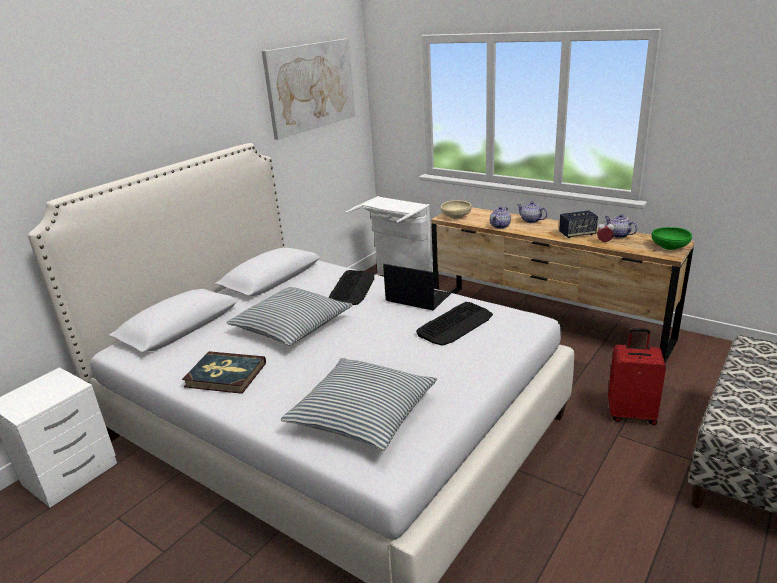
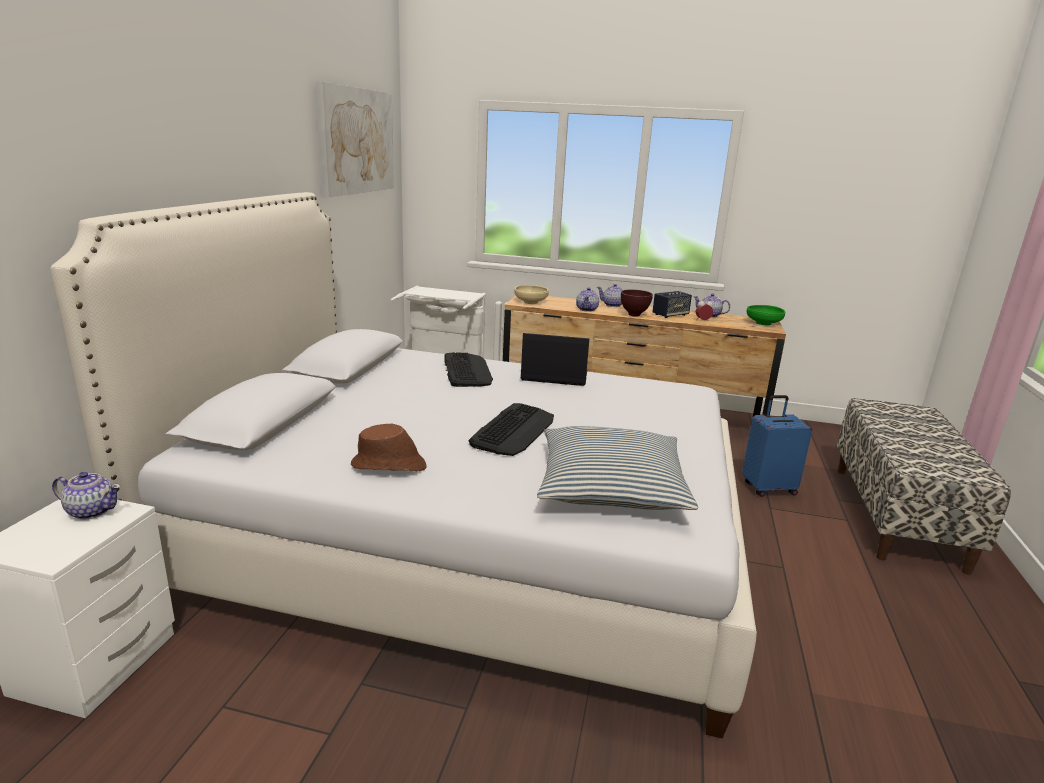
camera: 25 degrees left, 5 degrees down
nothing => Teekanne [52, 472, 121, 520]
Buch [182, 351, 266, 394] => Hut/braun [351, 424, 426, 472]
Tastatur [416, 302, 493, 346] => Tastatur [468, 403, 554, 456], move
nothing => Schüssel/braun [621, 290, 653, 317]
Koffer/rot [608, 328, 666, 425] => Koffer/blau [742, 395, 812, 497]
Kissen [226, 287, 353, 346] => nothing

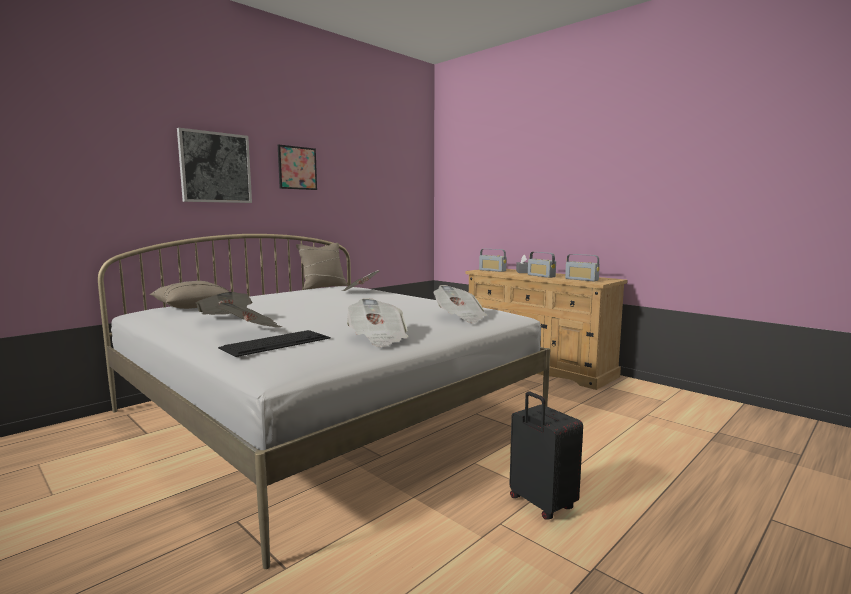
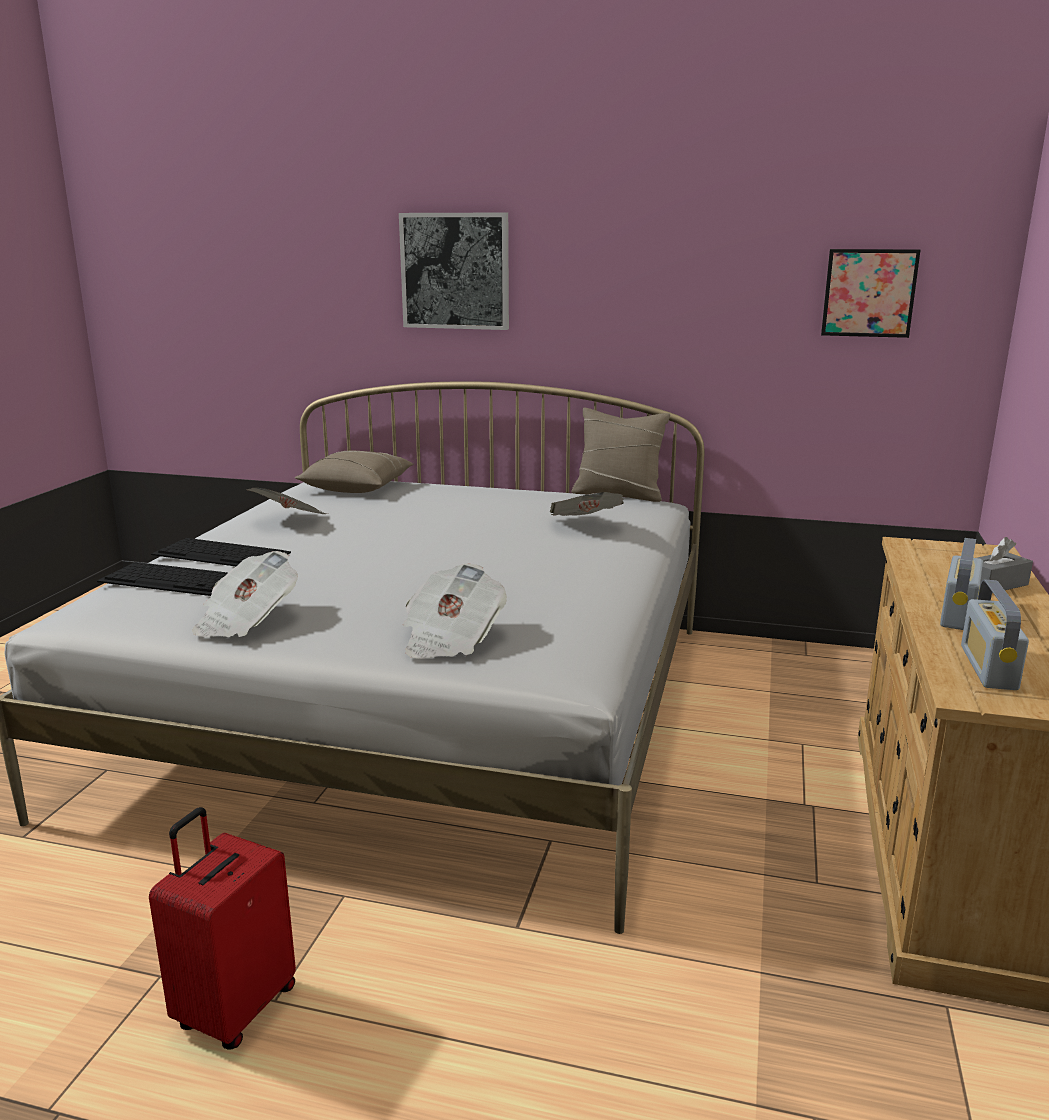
camera: 60 degrees right, 10 degrees up
Koffer/schwarz [510, 391, 583, 519] => Koffer/rot [149, 807, 296, 1050]
Zeitung [215, 303, 282, 327] => Tastatur [151, 538, 291, 566]
Bild [278, 144, 317, 190] => Bild [821, 249, 920, 338], move
Radio [479, 249, 507, 272] => nothing

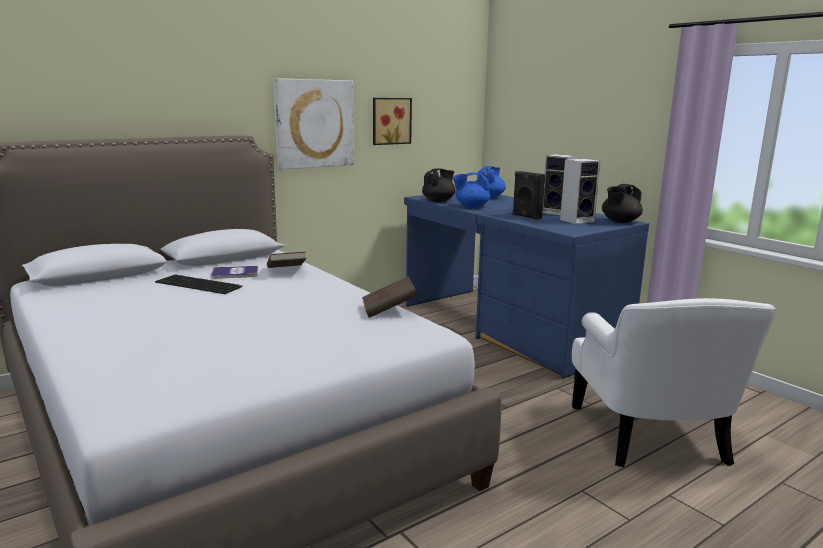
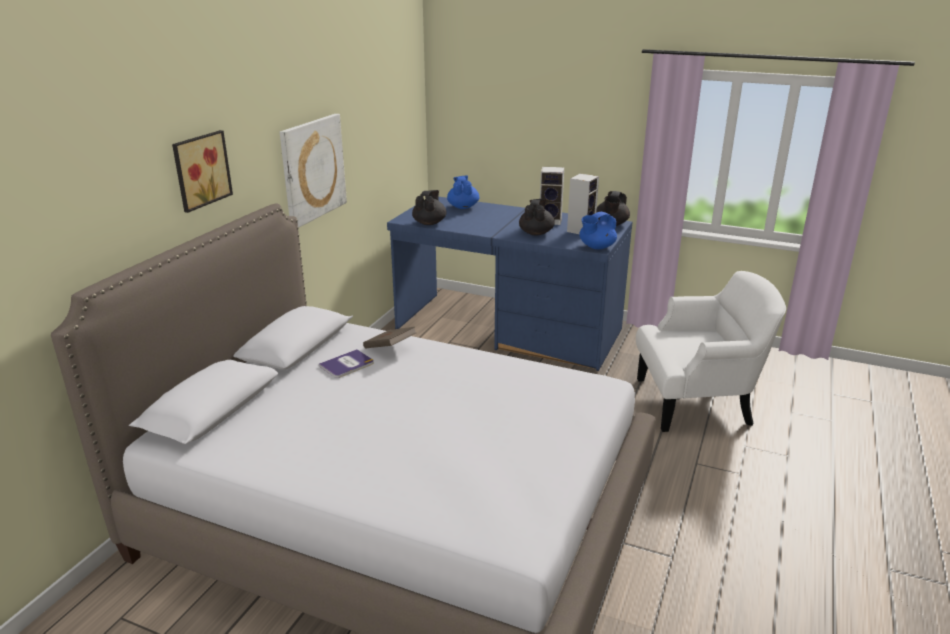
camera: 30 degrees left, 10 degrees up
Bild [373, 98, 412, 145] => Bild [172, 130, 233, 213], move
Lautsprecher/schwarz [512, 171, 545, 220] => Teekanne/schwarz [519, 199, 555, 235]
Teekanne/blau [453, 172, 490, 208] => Teekanne/blau [579, 212, 617, 249], move
Sessel/weiß [572, 298, 776, 467] => Sessel/weiß [636, 271, 786, 432], 60 degrees counterclockwise
Tastatur [155, 274, 243, 294] => nothing
Buch/braun [362, 276, 418, 318] => nothing

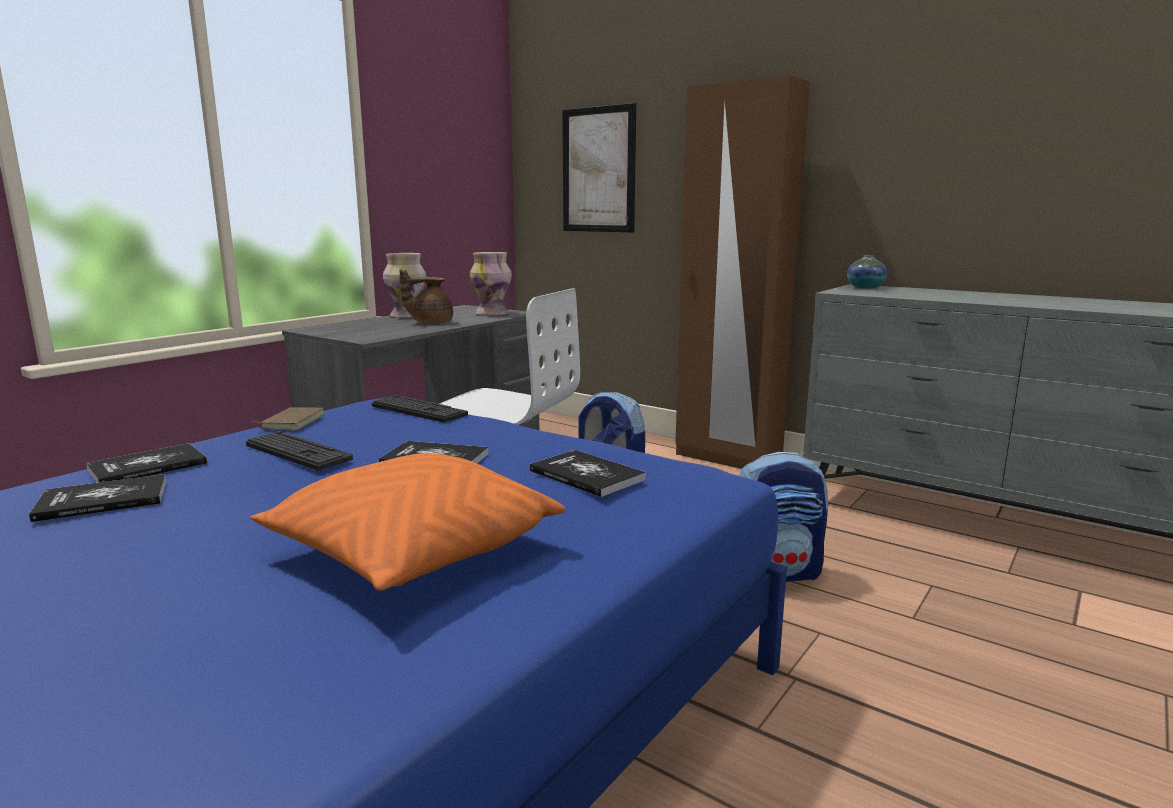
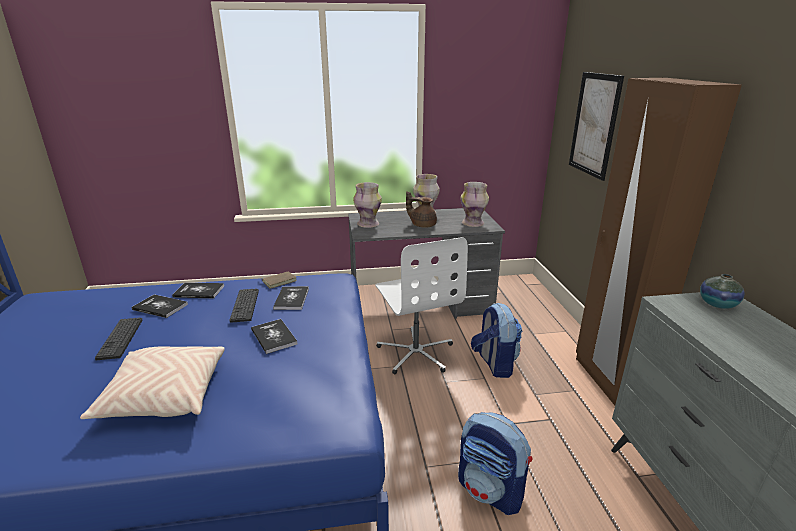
camera: 45 degrees right, 10 degrees up
Kissen/orange [250, 453, 566, 591] => Kissen/beige [80, 346, 225, 419]
Tastatur [372, 395, 468, 423] => Tastatur [95, 318, 143, 360], move
Buch [530, 450, 646, 497] => Buch [273, 286, 309, 310], move
nothing => Vase [353, 182, 382, 228]

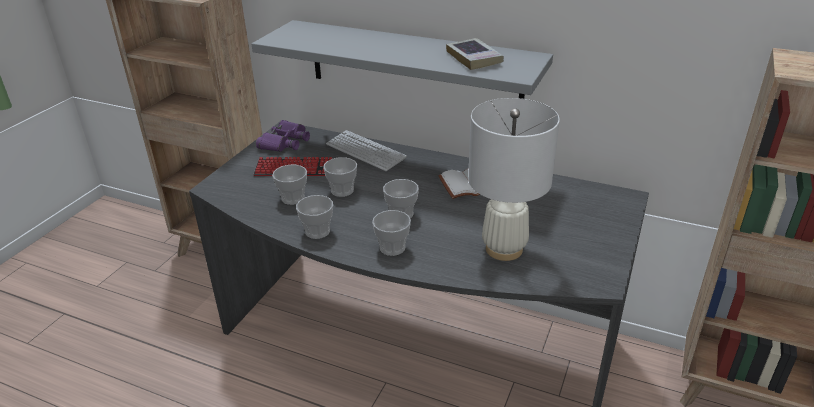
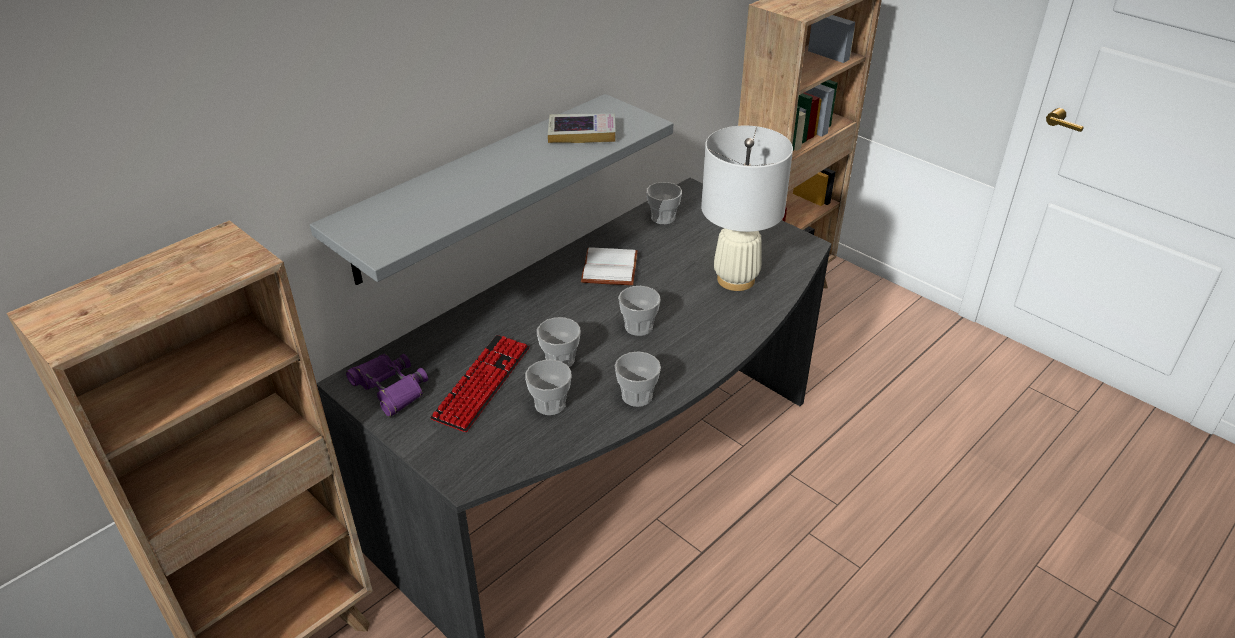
camera: 70 degrees left, 5 degrees up
Tasse [372, 210, 411, 256] => Tasse [646, 182, 682, 224], move
Tastatur [326, 130, 407, 171] => nothing

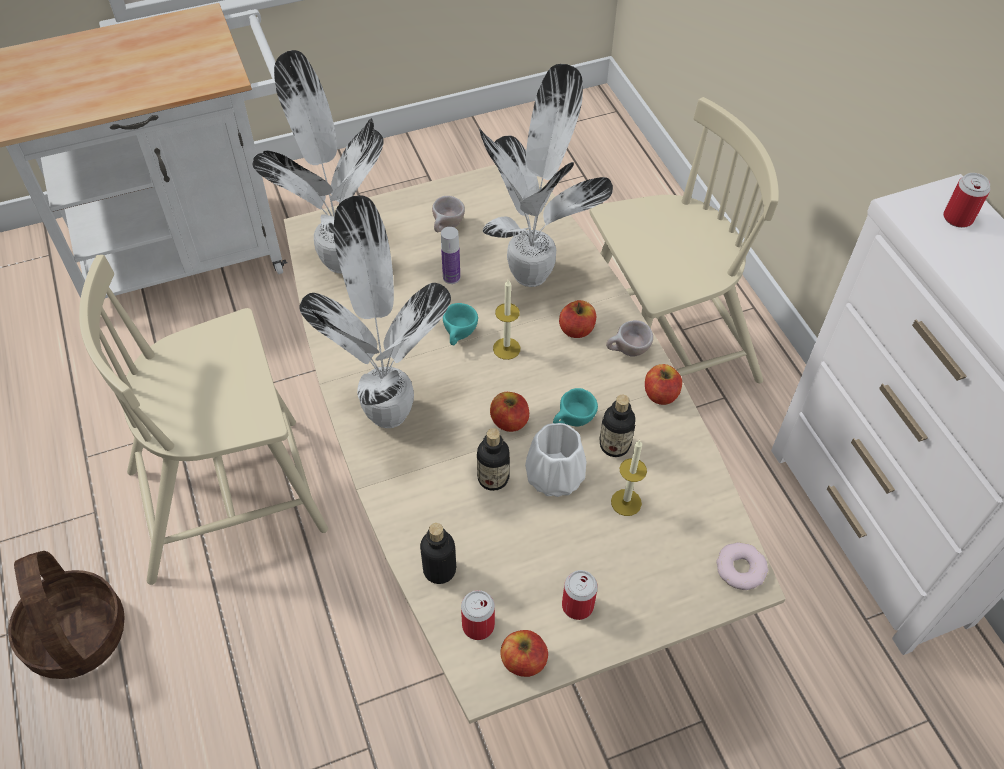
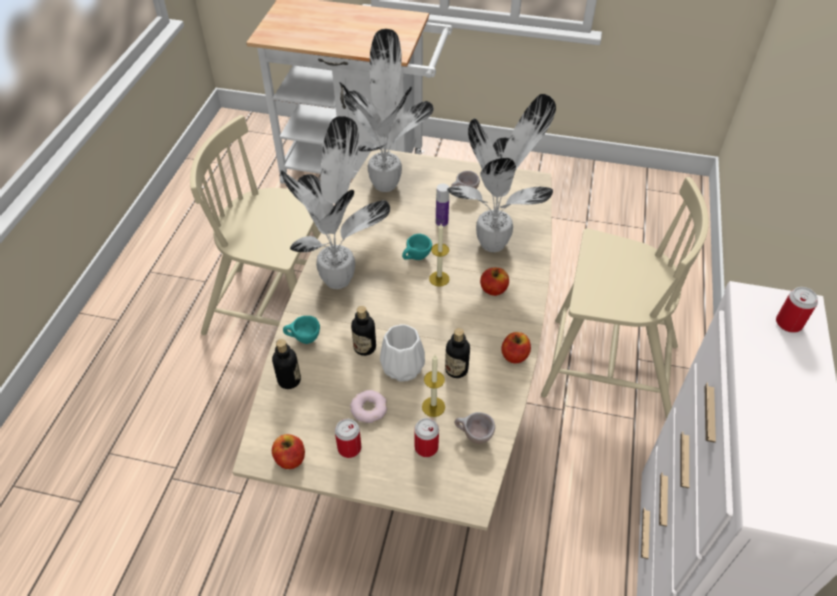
camera: 35 degrees right, 5 degrees down
Tasse/türkis [553, 388, 598, 427] => Tasse/türkis [283, 316, 320, 344], move
Donut [716, 542, 768, 590] => Donut [350, 390, 387, 423], move
Dose [461, 590, 495, 640] => Dose [414, 418, 439, 457], move
Tasse/beige [606, 320, 653, 357] => Tasse/beige [455, 412, 495, 444], move
Korb [8, 551, 125, 679] => nothing
Apfel [490, 392, 529, 432] => nothing

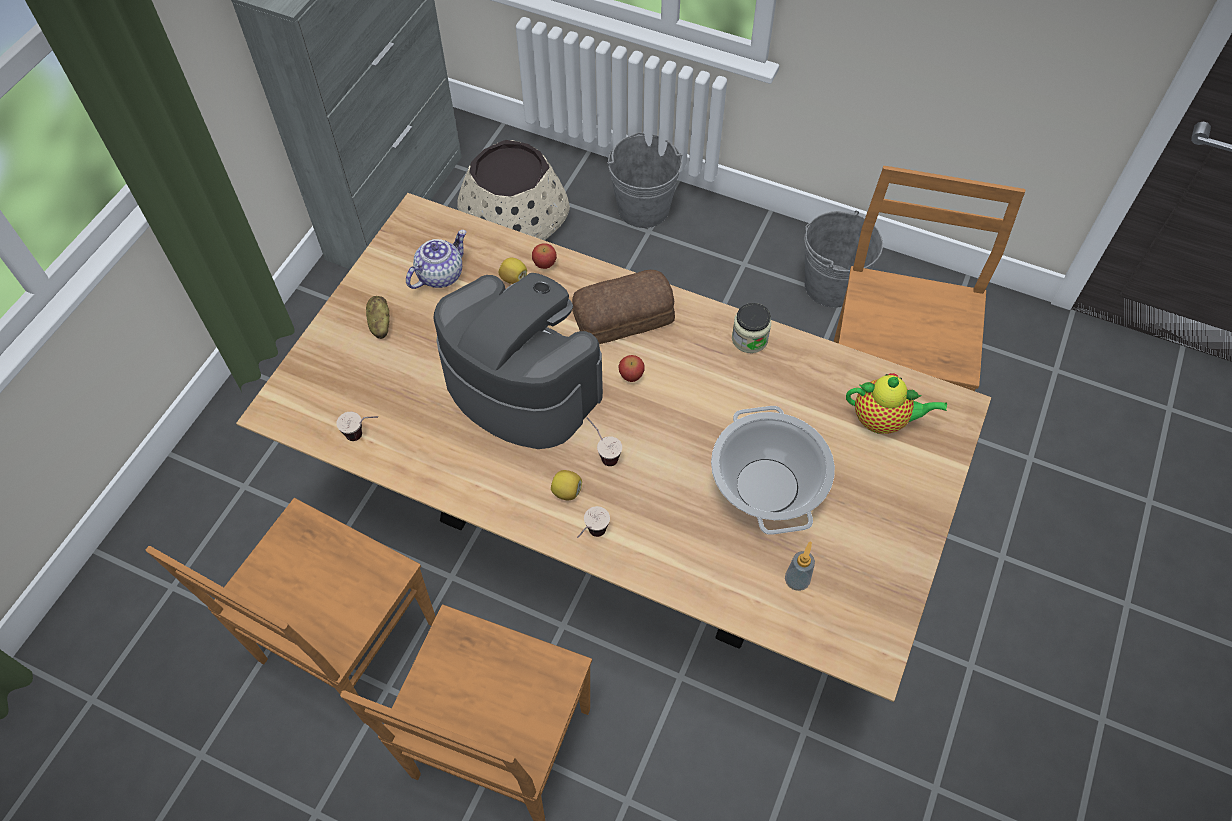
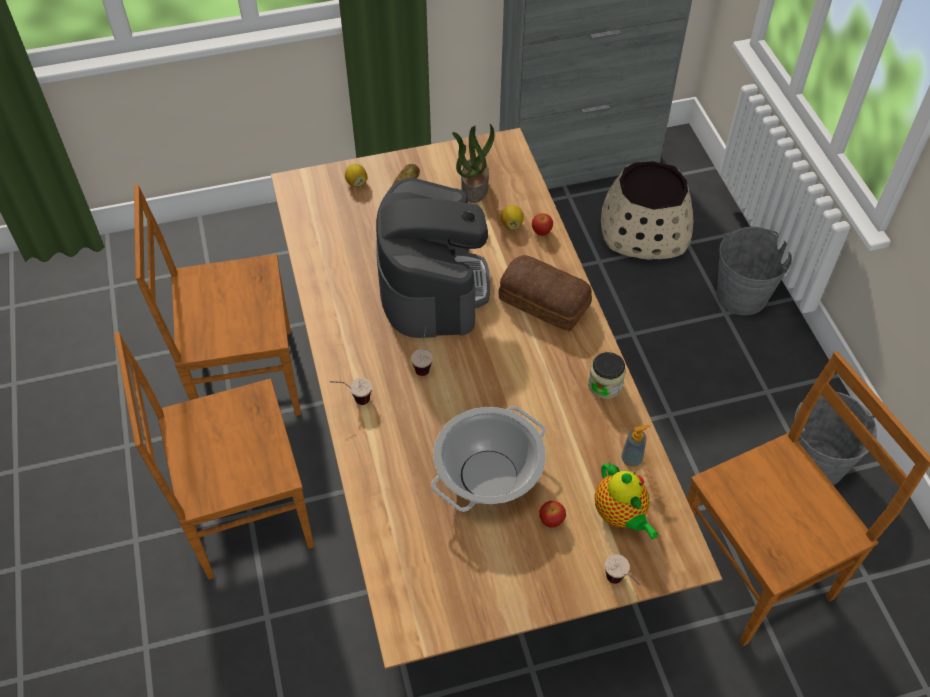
camera: 50 degrees right, 5 degrees down
Zitrone [551, 470, 582, 500] => Zitrone [345, 164, 367, 187], move
Teekanne [406, 230, 467, 289] => Topfpflanze [452, 124, 495, 203]
Apfel [618, 355, 645, 382] => Apfel [539, 501, 566, 527], move
Tasse [337, 412, 378, 441] => Tasse [605, 554, 640, 585], move
Seifenspender [785, 541, 815, 591] => Seifenspender [621, 425, 651, 467], move

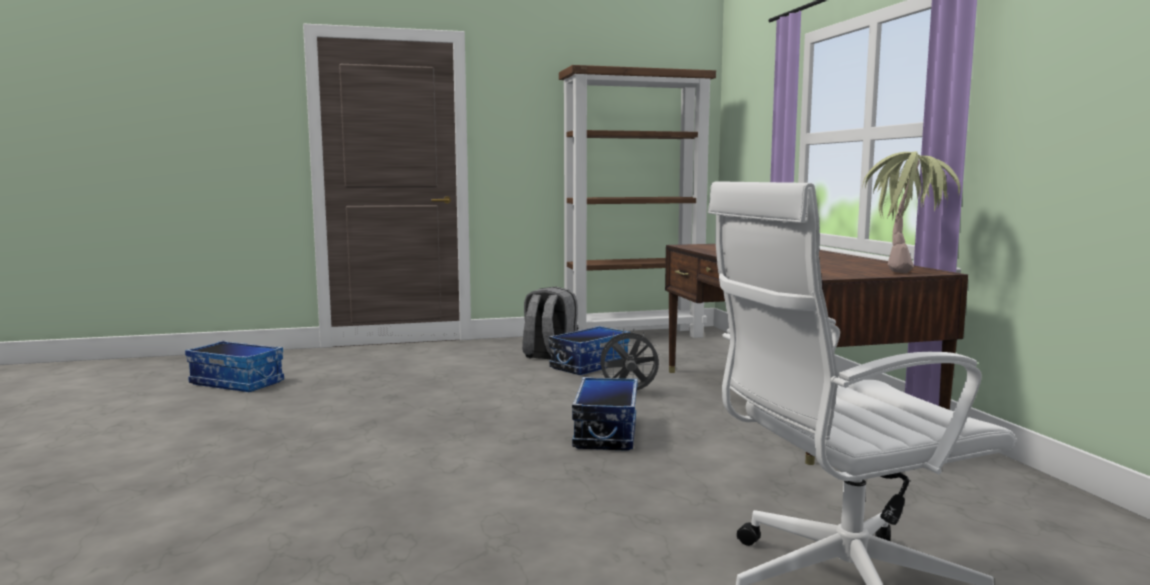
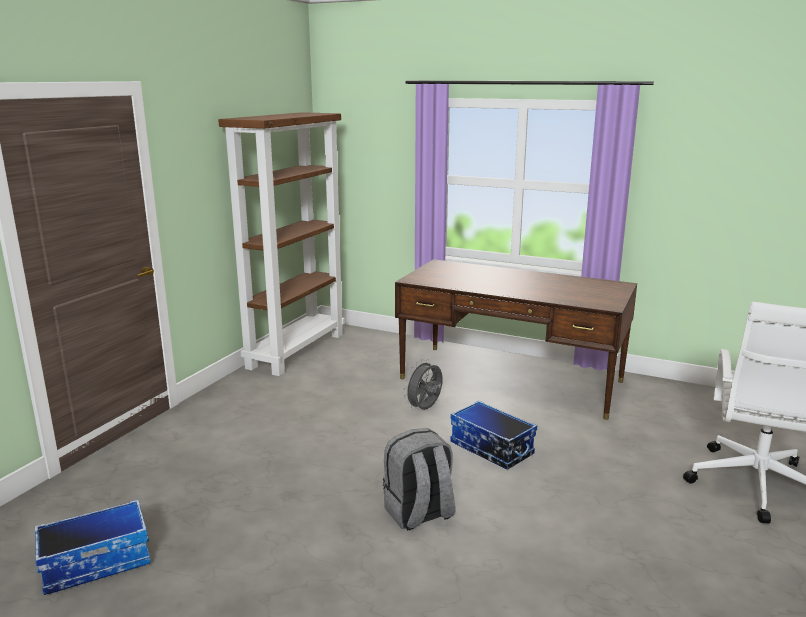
camera: 50 degrees left, 10 degrees up
Rucksack/grau [522, 287, 578, 360] => Rucksack/grau [383, 428, 455, 531], move
Aufbewahrungsbox [549, 326, 630, 375] => nothing
Topfpflanze [862, 152, 960, 274] => nothing

